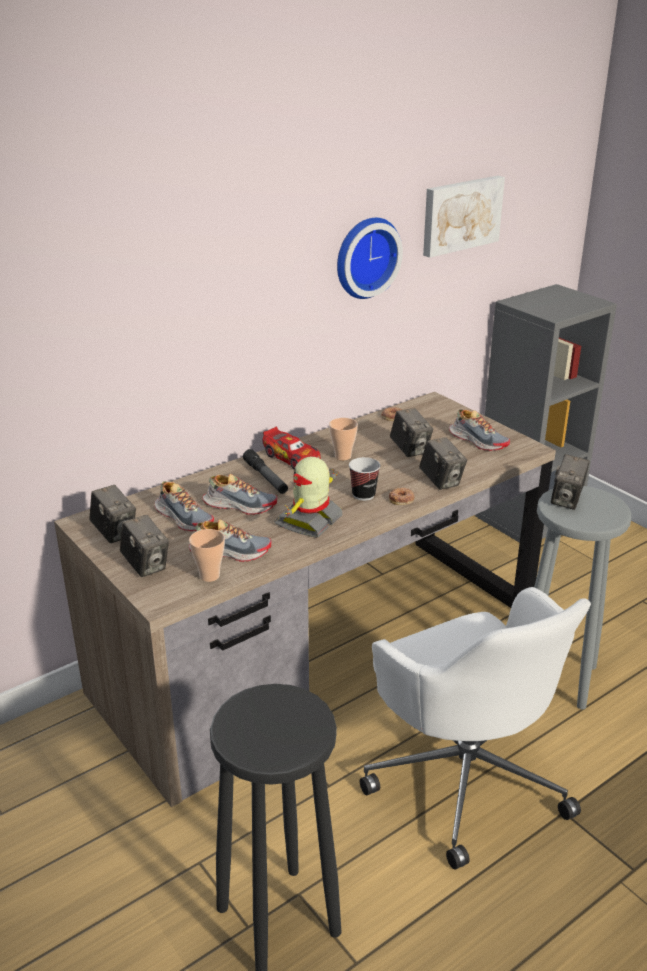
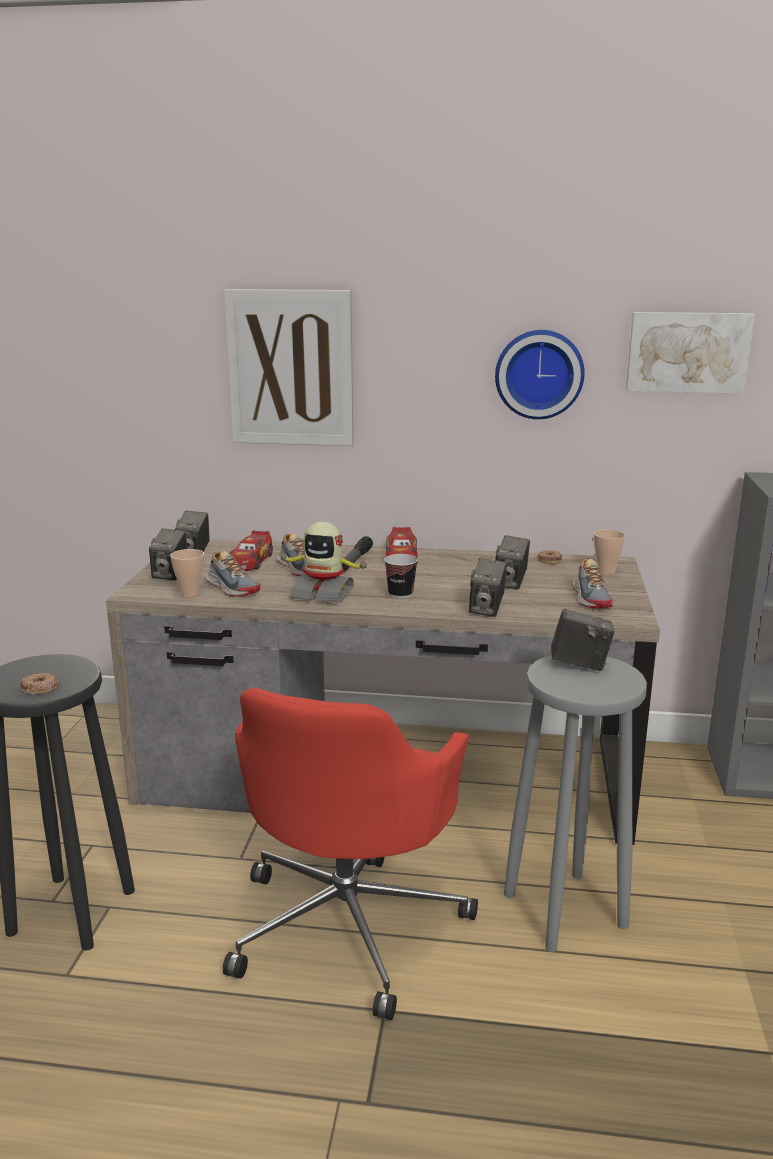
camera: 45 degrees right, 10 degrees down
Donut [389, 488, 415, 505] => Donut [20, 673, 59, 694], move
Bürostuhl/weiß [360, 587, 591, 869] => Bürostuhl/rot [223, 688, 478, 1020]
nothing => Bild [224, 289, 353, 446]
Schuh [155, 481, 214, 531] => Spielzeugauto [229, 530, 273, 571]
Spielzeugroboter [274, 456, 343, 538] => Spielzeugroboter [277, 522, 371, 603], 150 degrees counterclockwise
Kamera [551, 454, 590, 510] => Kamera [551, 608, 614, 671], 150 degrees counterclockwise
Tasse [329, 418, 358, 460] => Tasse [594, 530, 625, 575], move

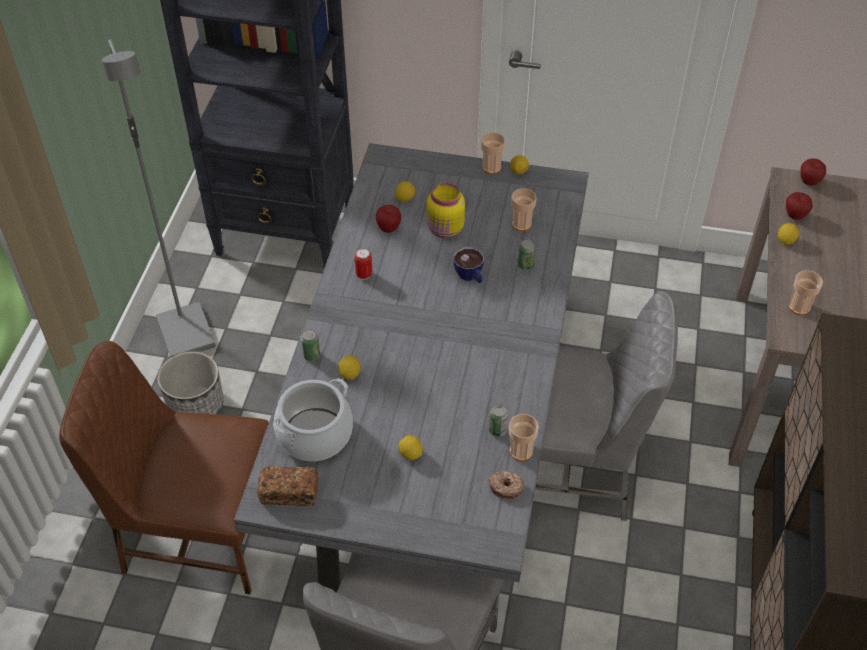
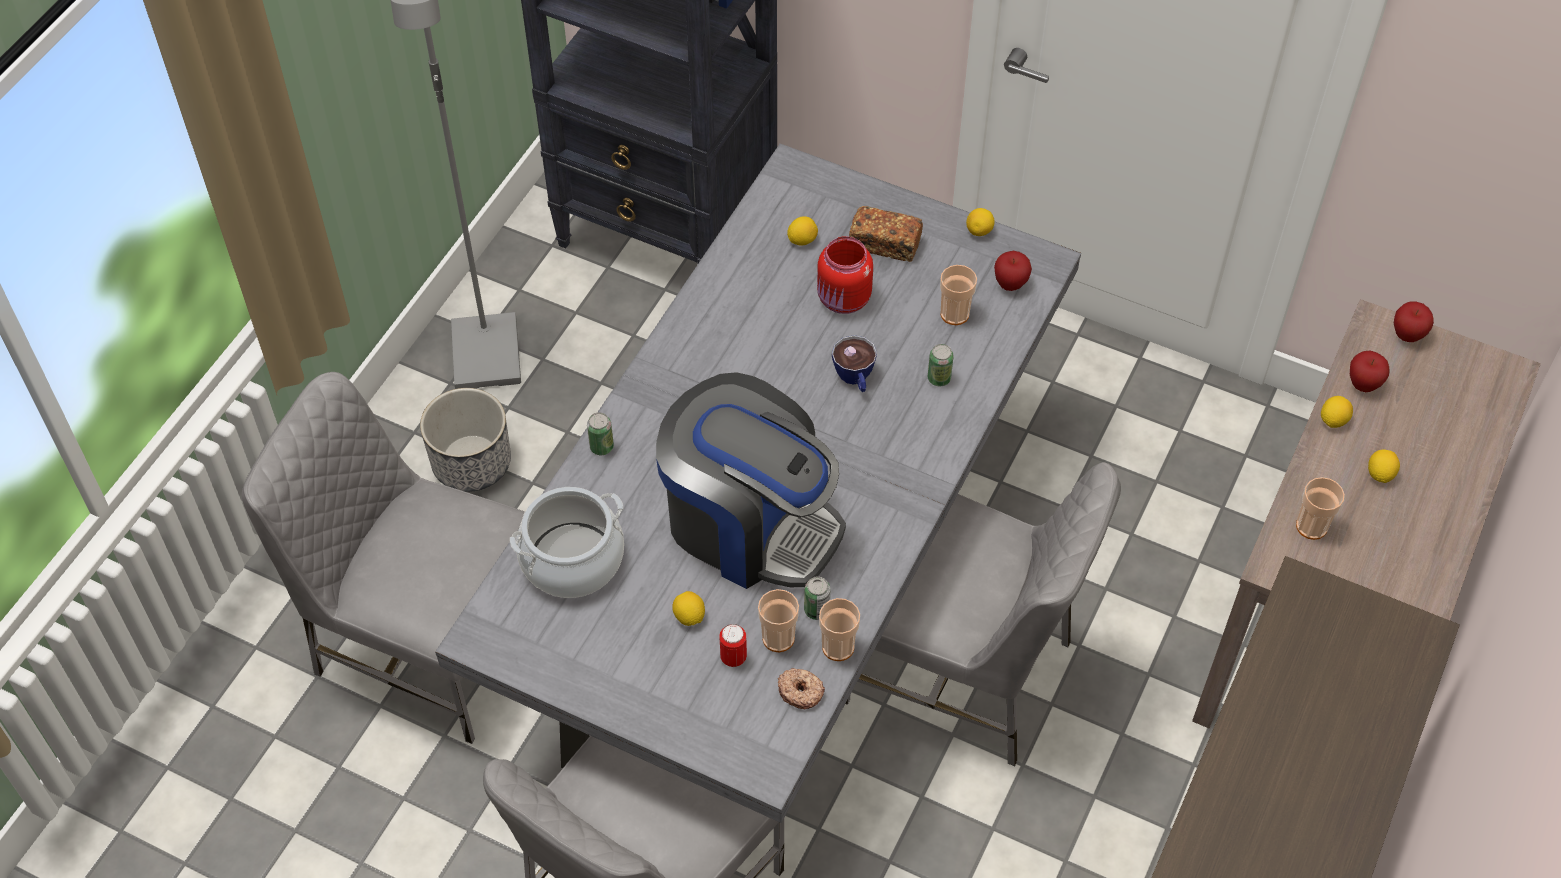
camera: 15 degrees right, 5 degrees up
Stuhl/braun [59, 341, 269, 595] => Stuhl/grau [242, 372, 525, 744]
nothing => Kaffeemaschine [656, 372, 846, 589]
Dose [355, 248, 372, 280] => Dose [719, 624, 747, 667], move
Tasse [481, 132, 505, 174] => Tasse [758, 589, 799, 652], move
Vorratsglas/gelb [427, 183, 465, 238] => Vorratsglas/rot [817, 236, 873, 314]
Brot [257, 466, 319, 506] => Brot [849, 206, 923, 262], move
Apfel [376, 205, 401, 233] => Apfel [994, 251, 1032, 291], move
Zitrone [339, 356, 361, 380] => Zitrone [1368, 450, 1400, 483], move

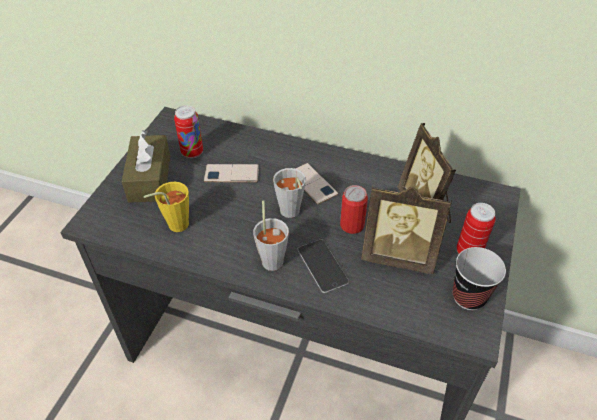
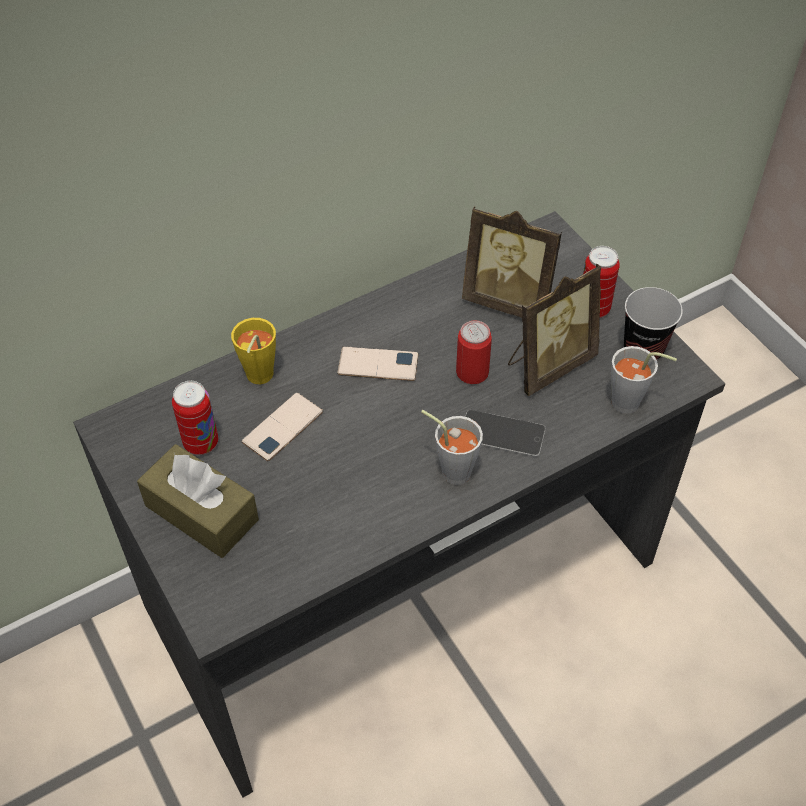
camera: 50 degrees left, 5 degrees up
Tasse/gelb [144, 182, 189, 232] => Tasse/gelb [231, 318, 276, 384], move
Tasse/grau [273, 168, 306, 218] => Tasse/grau [611, 346, 677, 414], move

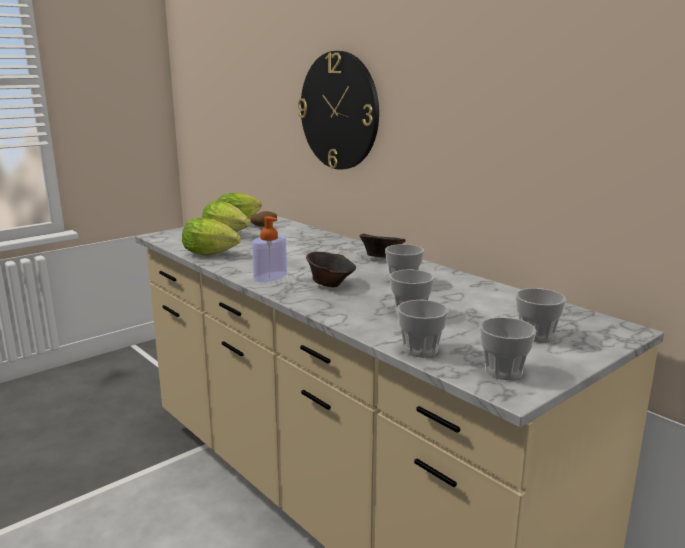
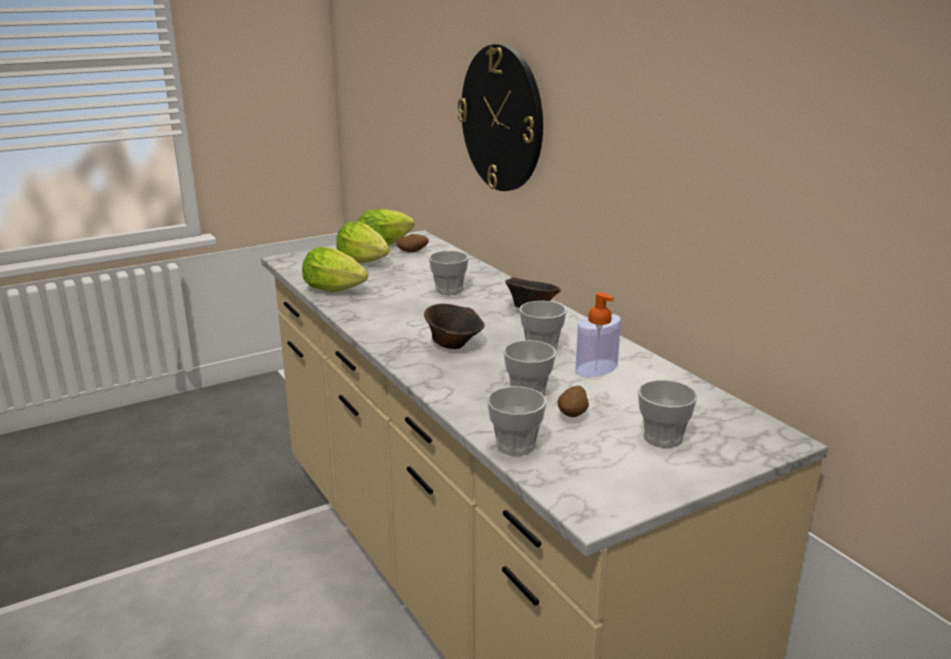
camera: 10 degrees right, 5 degrees up
Tasse [480, 317, 536, 380] => Tasse [429, 251, 469, 295], move
nothing => Kartoffel [558, 386, 589, 417]
Seifenspender [252, 216, 287, 282] => Seifenspender [575, 292, 621, 377], move

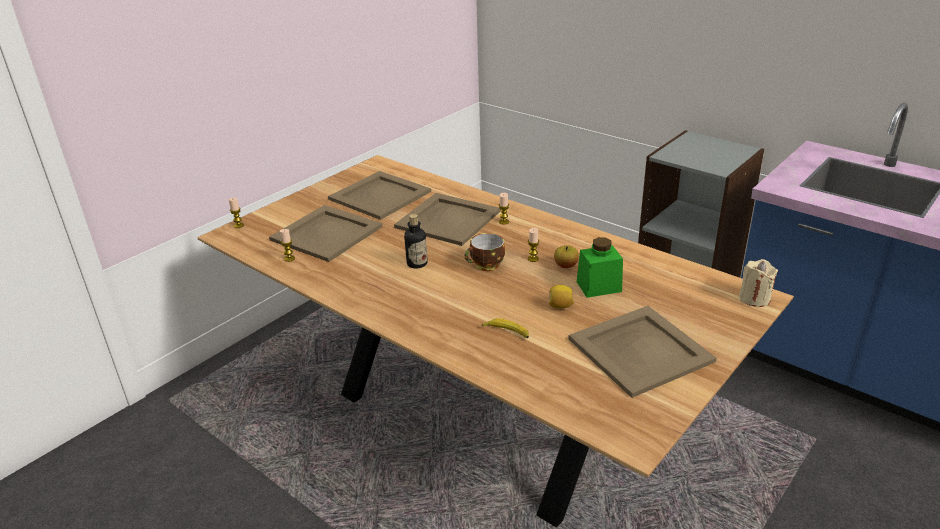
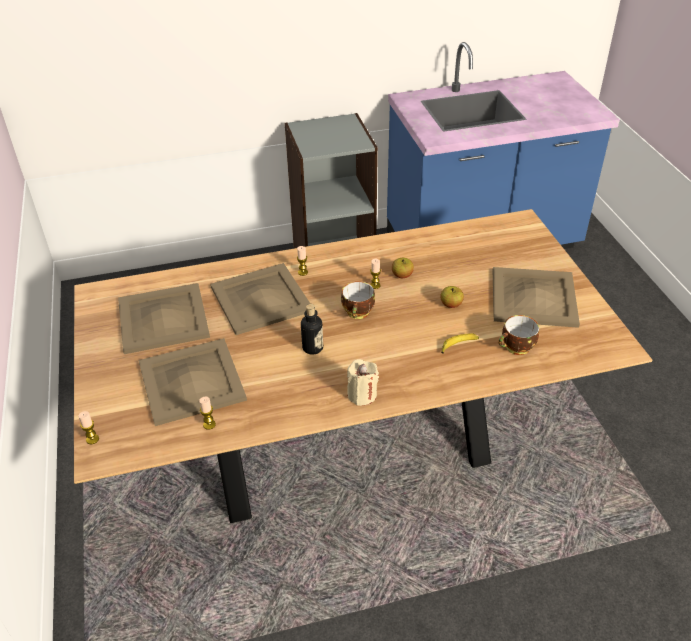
camera: 55 degrees left, 10 degrees up
Kerze/beige [739, 259, 778, 307] => Kerze/beige [347, 359, 379, 406], move
Zitrone [549, 285, 574, 309] => Apfel [441, 286, 464, 308]
nothing => Tasse [498, 315, 539, 355]
Vorratsglas/grün [577, 237, 623, 298] => nothing

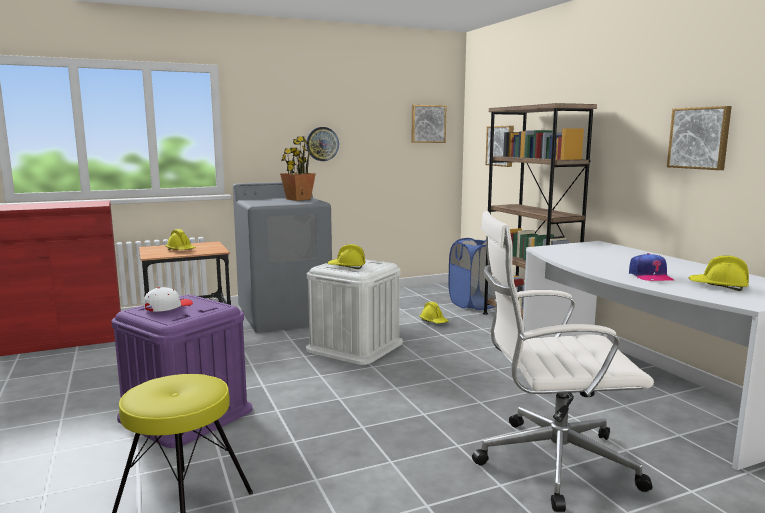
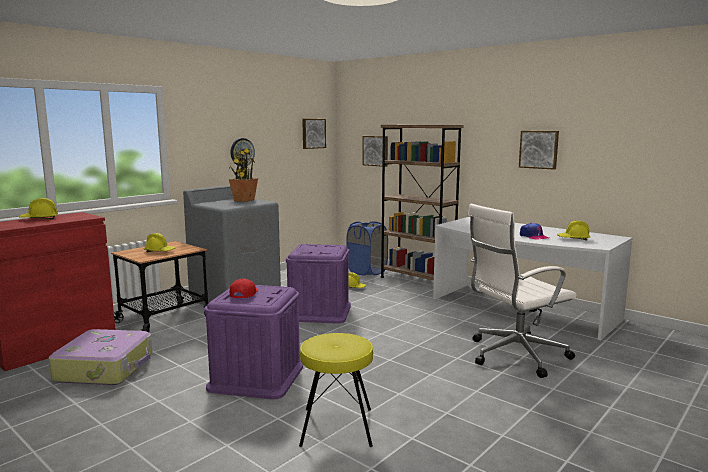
camera: 25 degrees left, 0 degrees up
Schutzhelm/gelb [328, 244, 366, 269] => Schutzhelm/gelb [19, 198, 58, 220], move
nothing => Koffer [49, 329, 153, 385]
Kappe/weiß [144, 287, 193, 312] => Kappe/rot [230, 279, 259, 298]
Aufbewahrungsbox/weiß [306, 259, 403, 365] => Aufbewahrungsbox/lila [286, 244, 351, 324]

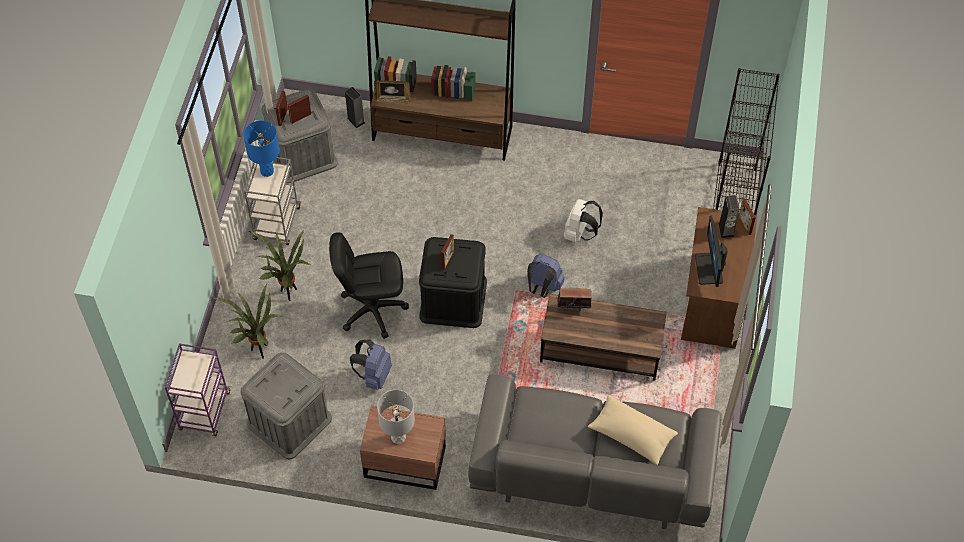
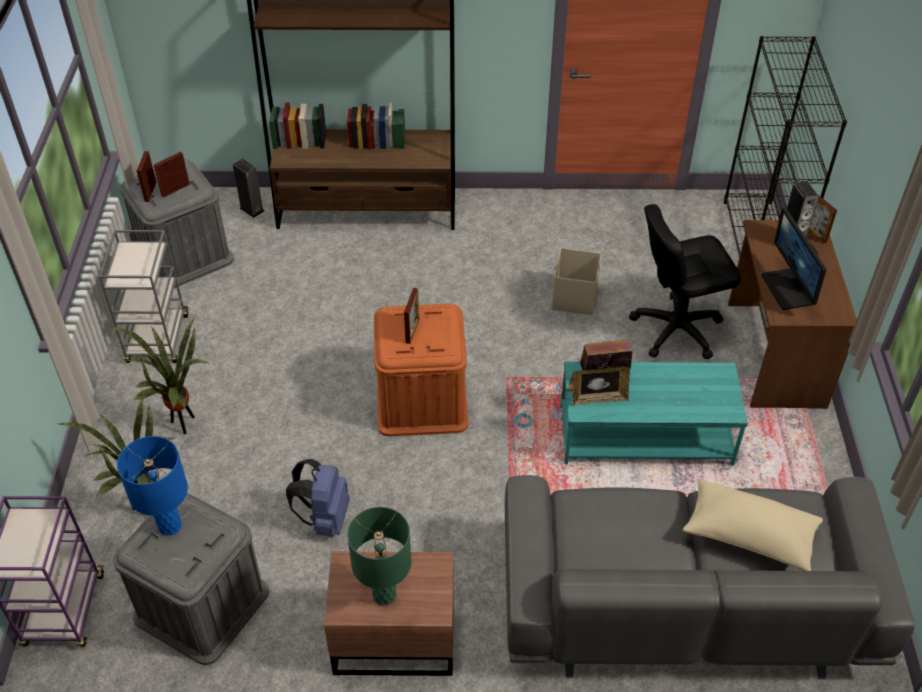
camera: 10 degrees left, 10 degrees down
Tischlampe/blau [243, 120, 280, 177] => Tischlampe/blau [117, 436, 188, 536], move
Tischlampe/grau [377, 390, 415, 444] => Tischlampe/grün [347, 507, 412, 606]
Aufbewahrungsbox/schwarz [419, 237, 487, 328] => Aufbewahrungsbox/orange [374, 304, 468, 436]
Rucksack/weiß [563, 199, 603, 242] => Aufbewahrungsbox/beige [552, 248, 602, 315]
Couchtisch/braun [540, 294, 667, 381] => Couchtisch/türkis [561, 362, 748, 466]
Bilderrahmen [374, 80, 410, 103] => Bilderrahmen [573, 366, 630, 405], move
Bürostuhl/schwarz [329, 232, 409, 339] => Bürostuhl/schwarz [629, 204, 741, 359], move
Rucksack/blau [527, 254, 565, 298] => nothing

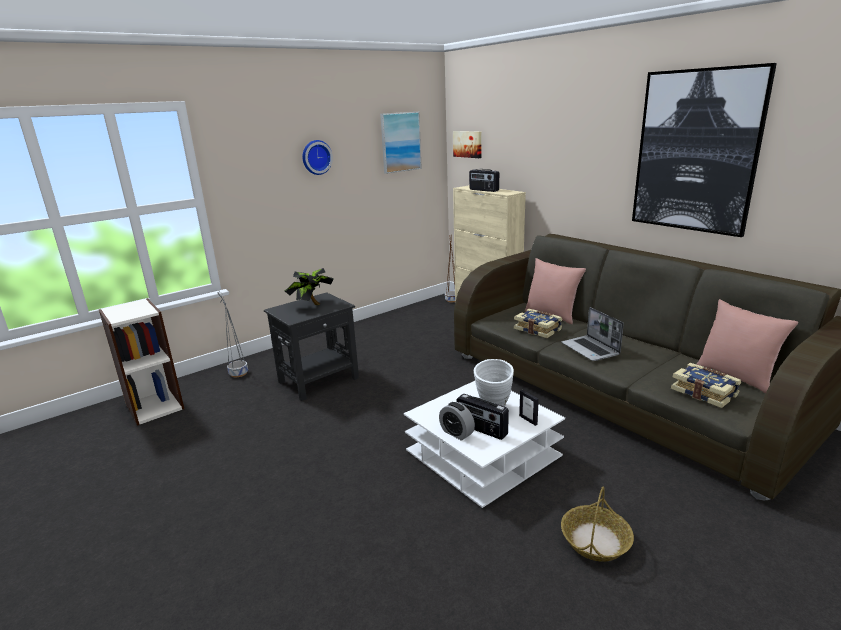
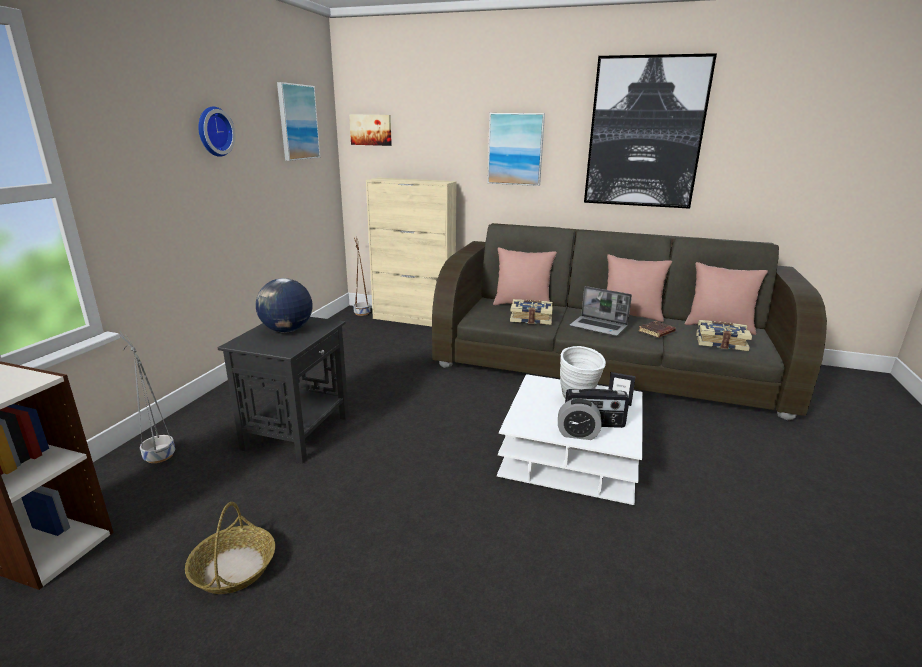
camera: 35 degrees left, 0 degrees up
Korb [561, 487, 634, 562] => Korb [185, 502, 275, 594], move
Topfpflanze [285, 268, 334, 305] => Globus [256, 278, 313, 333]
nothing => Bild [487, 113, 545, 186]
nothing => Kissen/rosa [606, 254, 672, 322]
nothing => Buch/braun [638, 321, 676, 338]
Radio [469, 169, 499, 192] => nothing

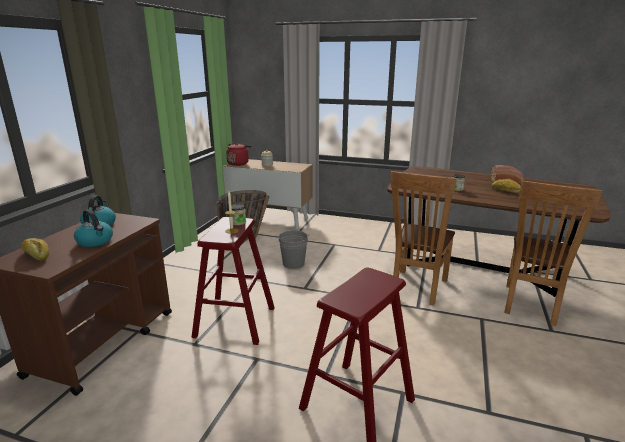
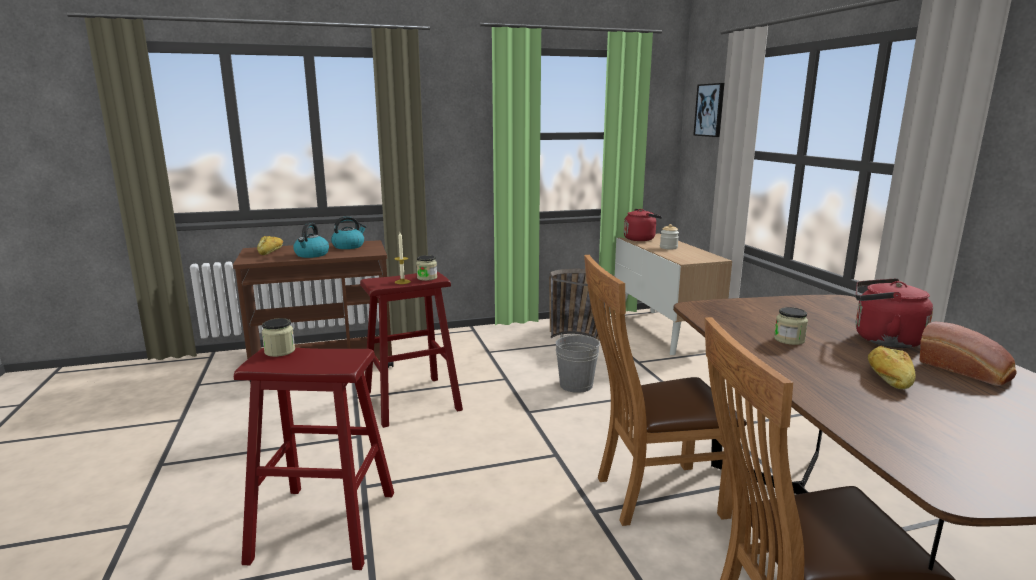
camera: 55 degrees right, 5 degrees down
nothing => Vorratsglas [262, 318, 295, 357]
nothing => Bild [693, 83, 724, 137]
nothing => Wasserkessel/rot [856, 278, 933, 348]

